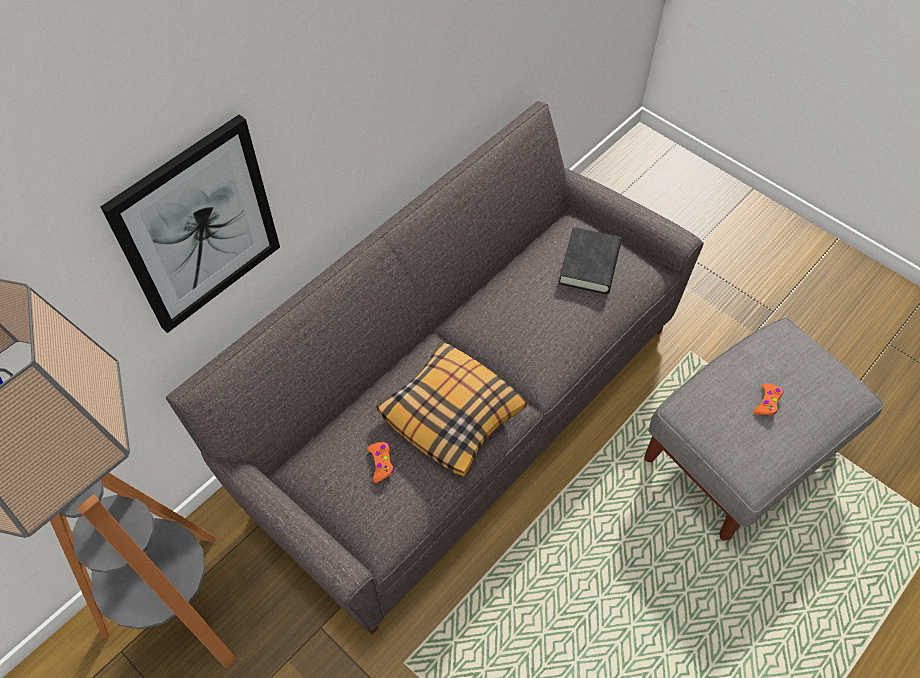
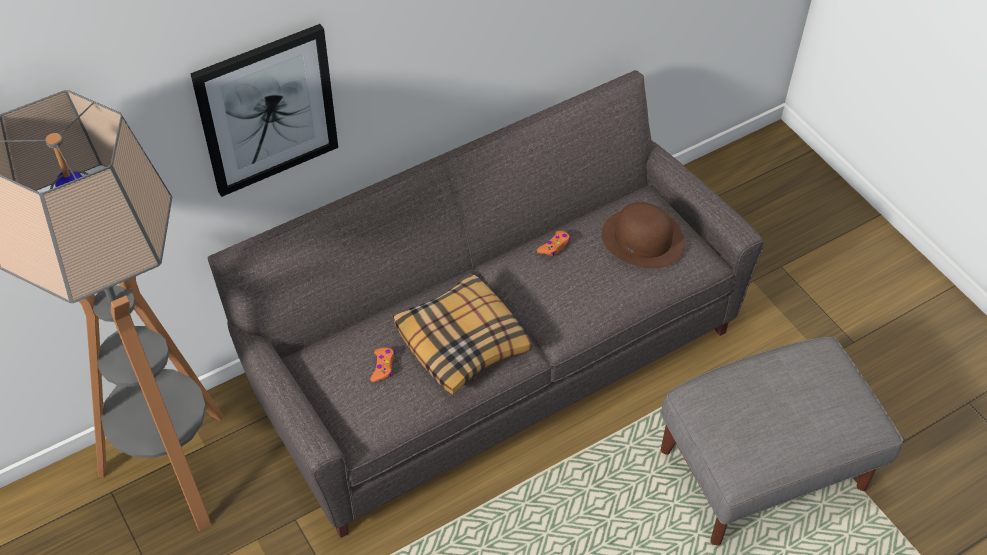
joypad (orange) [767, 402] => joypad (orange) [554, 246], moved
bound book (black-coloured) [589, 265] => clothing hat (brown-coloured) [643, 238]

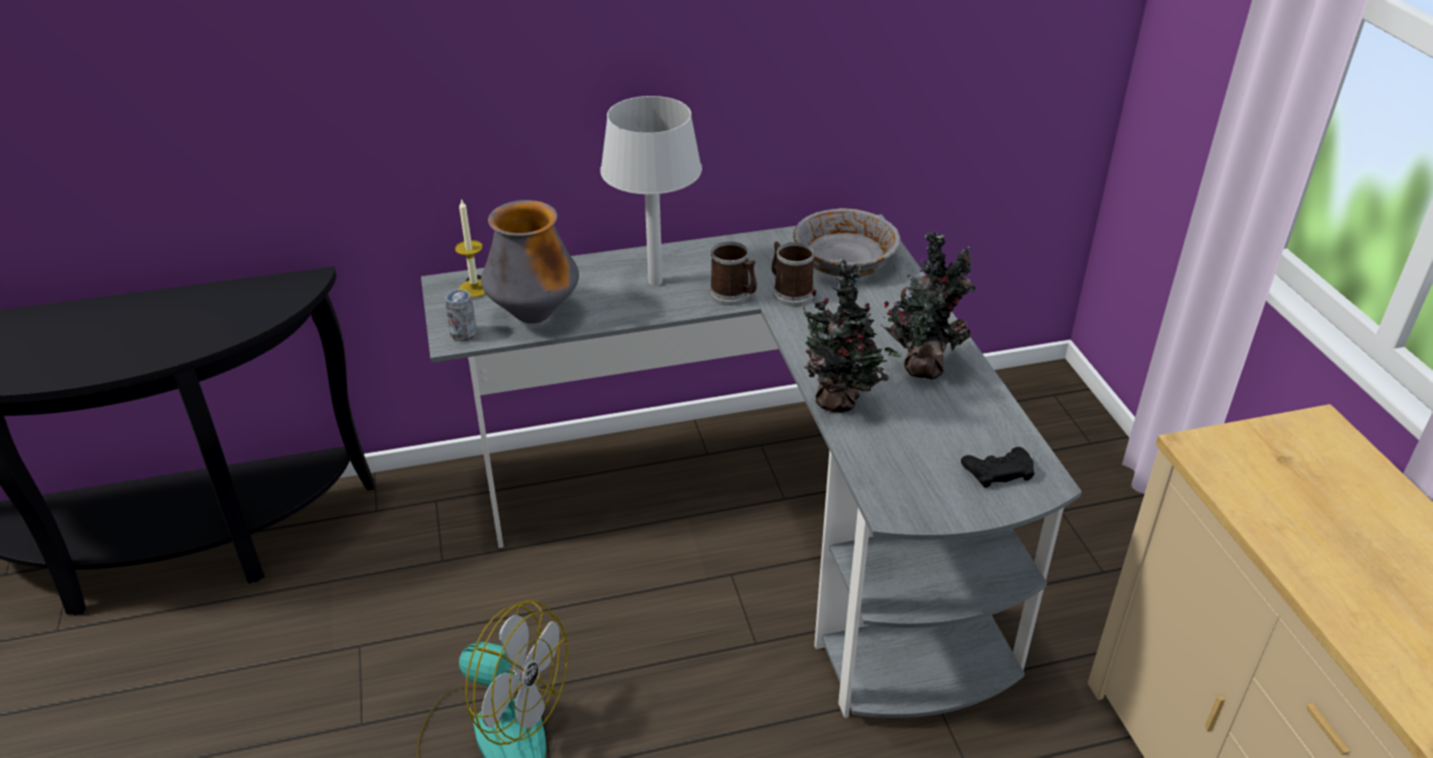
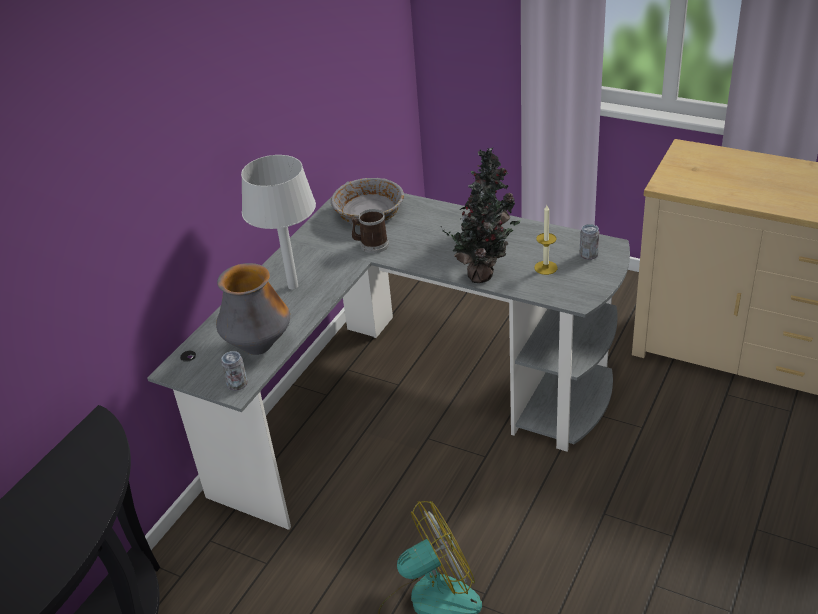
mug [733, 295] => nothing
wax light [474, 288] => wax light [545, 267], moved
joypad (black-coloured) [998, 471] => can [588, 255]

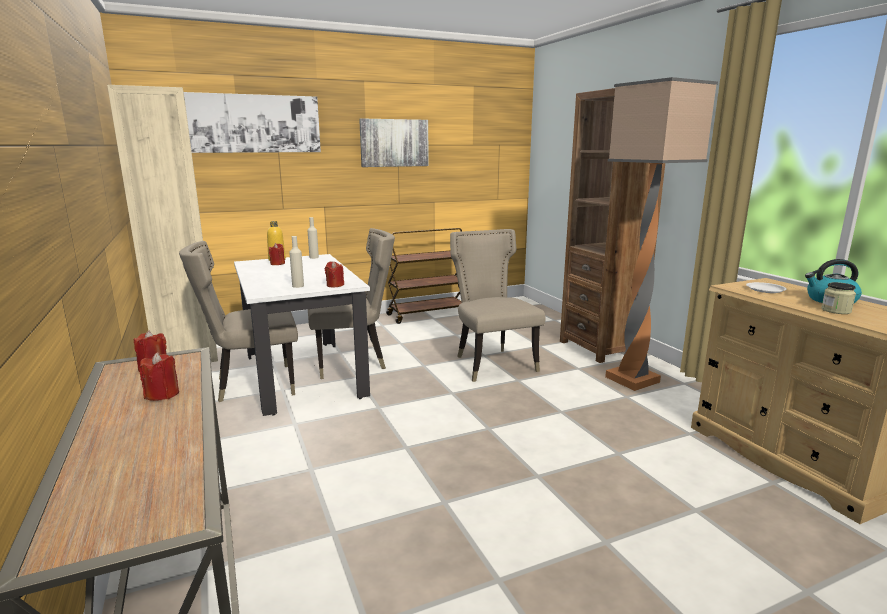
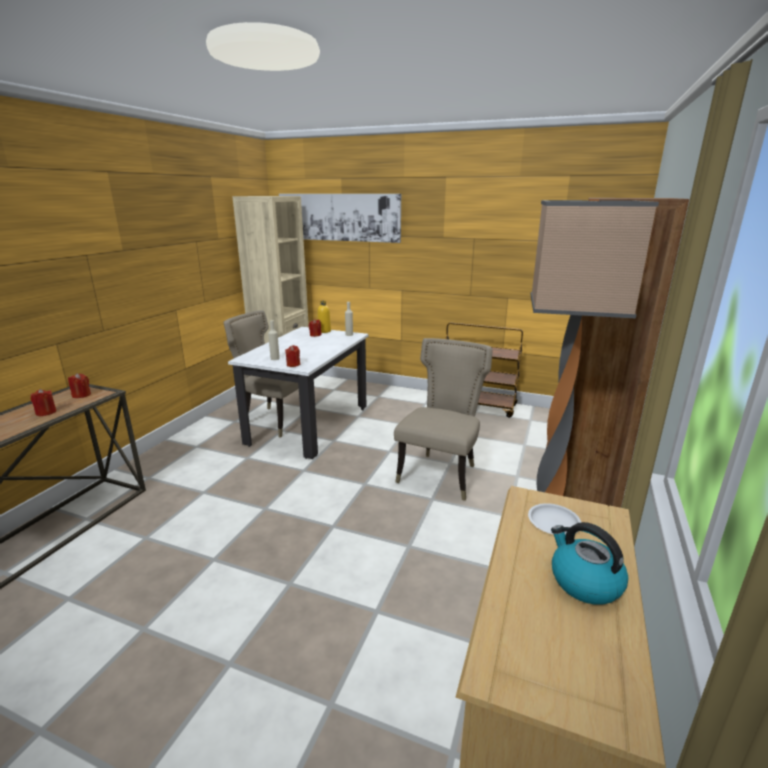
upright chair (beige-coloured) [353, 362] => nothing
picture [394, 143] => nothing
preserve jar [836, 310] => nothing

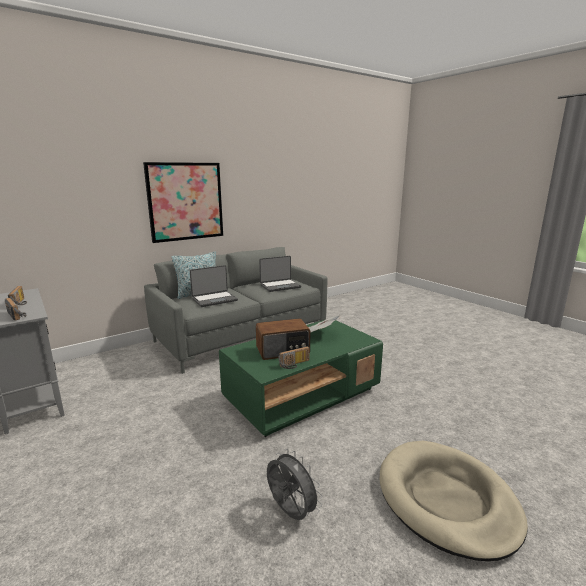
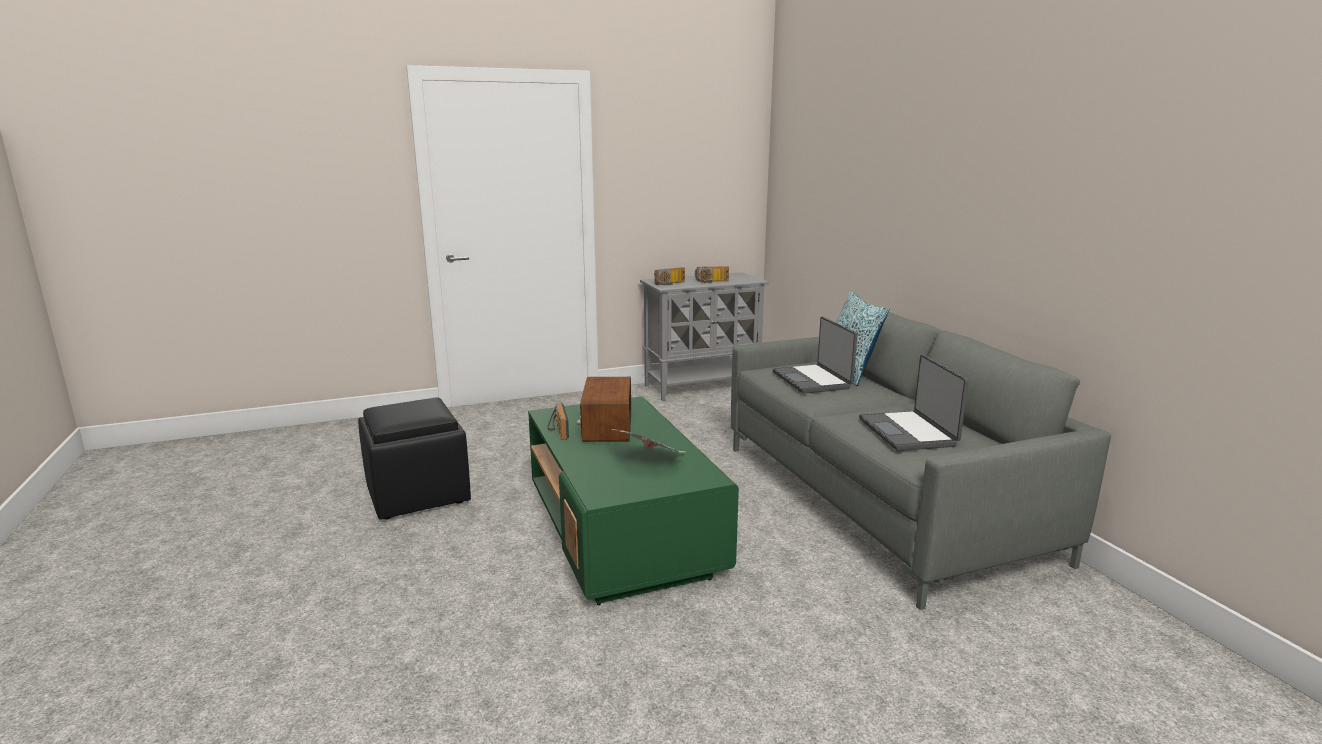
picture [185, 201] => nothing
dog bed (beige-coloured) [446, 500] => nothing
fan (grey) [290, 512] => ottoman (black-coloured) [418, 494]

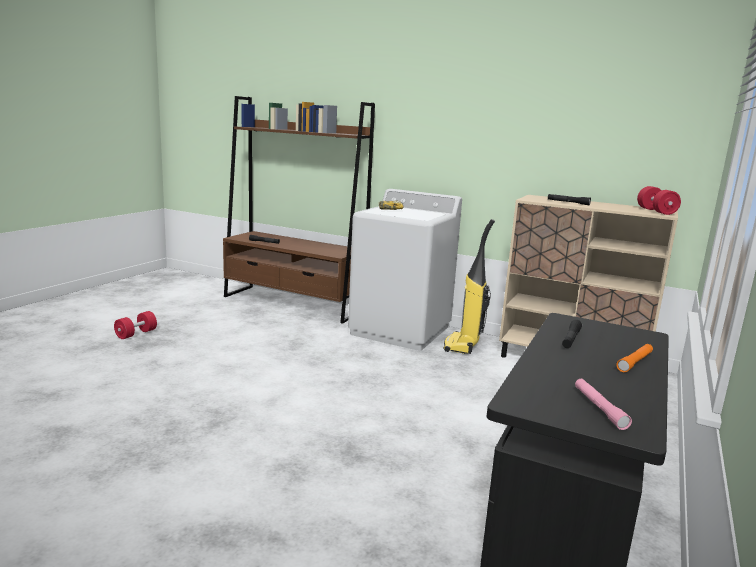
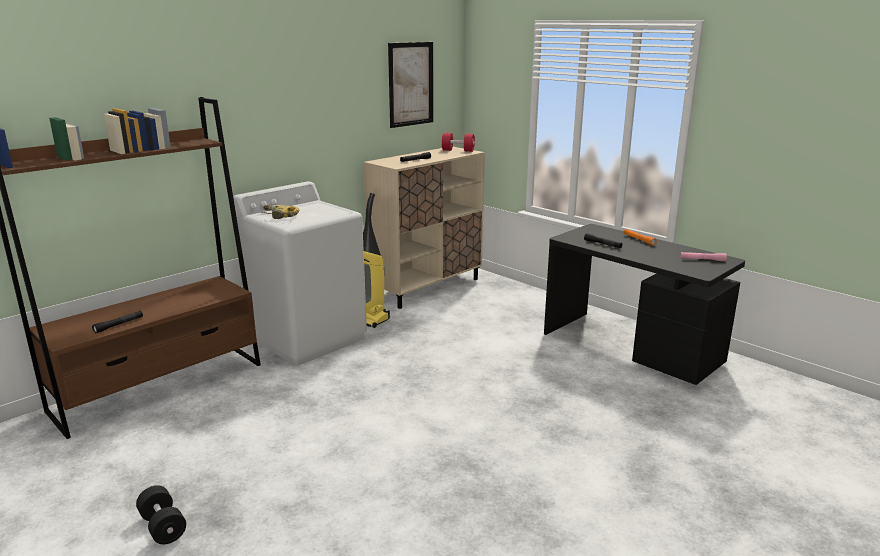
nothing => picture [411, 84]
free weight (reddish) [136, 334] => free weight (black-coloured) [163, 526]

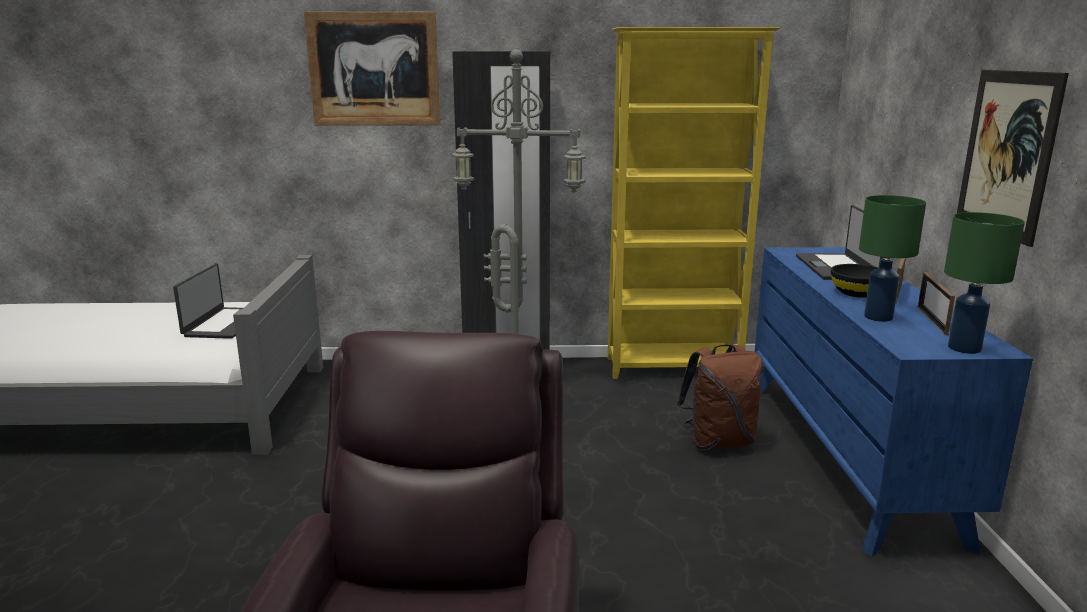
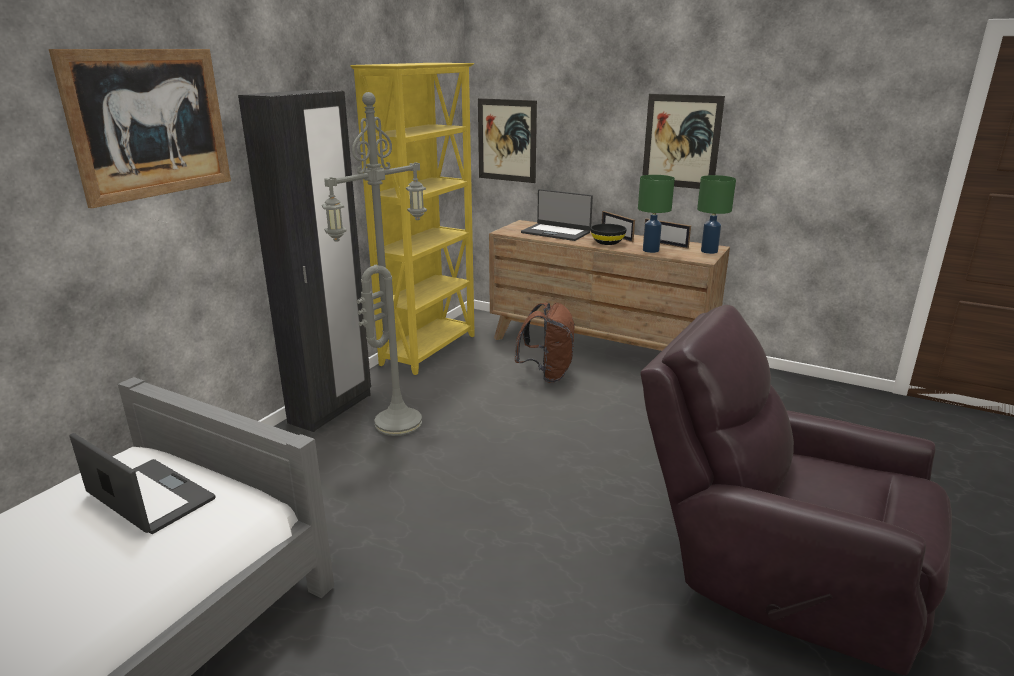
nothing => picture [507, 140]
chest of drawers (blue) [847, 455] => chest of drawers (brown-coloured) [599, 348]

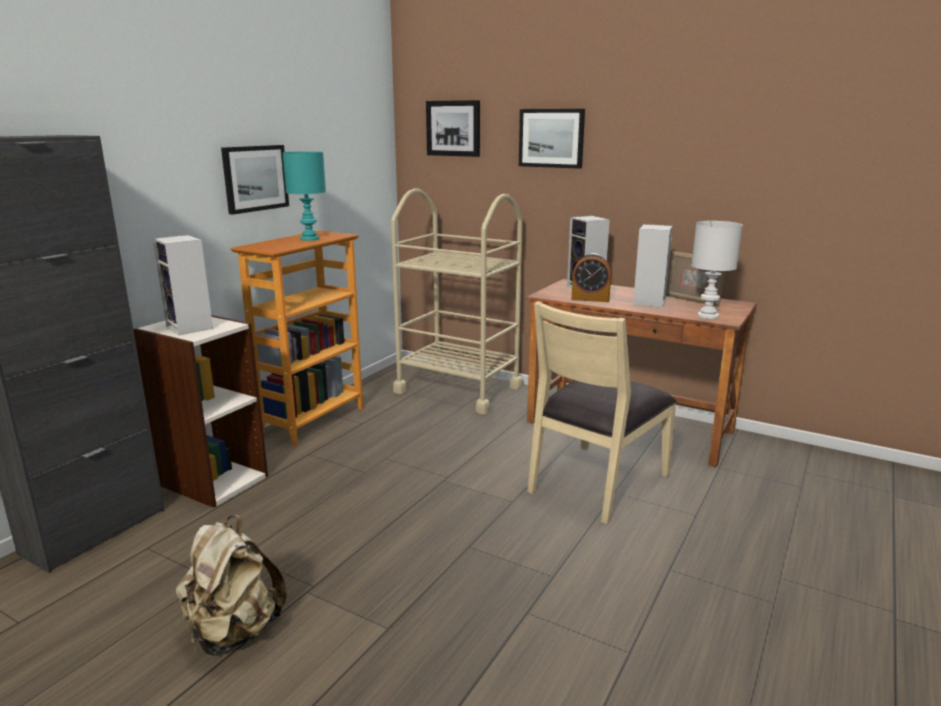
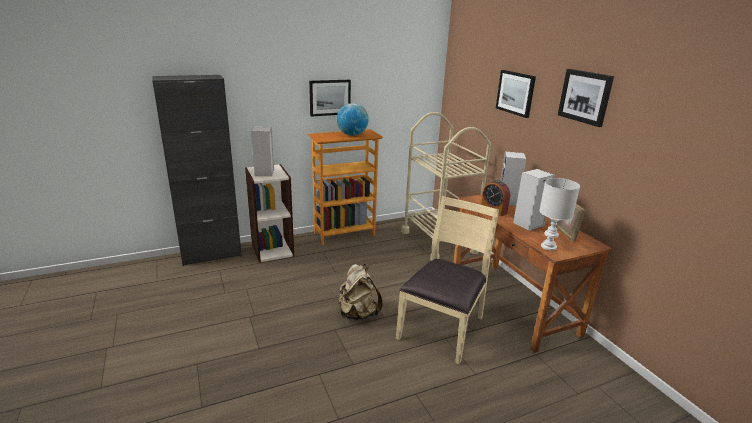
rucksack (beige-coloured) [234, 632] => rucksack (beige-coloured) [357, 314], moved
picture [453, 128] => picture [585, 97], moved
table lamp (blue-green) [309, 239] => desk globe [352, 135]
upright chair (beige-coloured) [596, 482] => upright chair (beige-coloured) [442, 328], 135 degrees clockwise

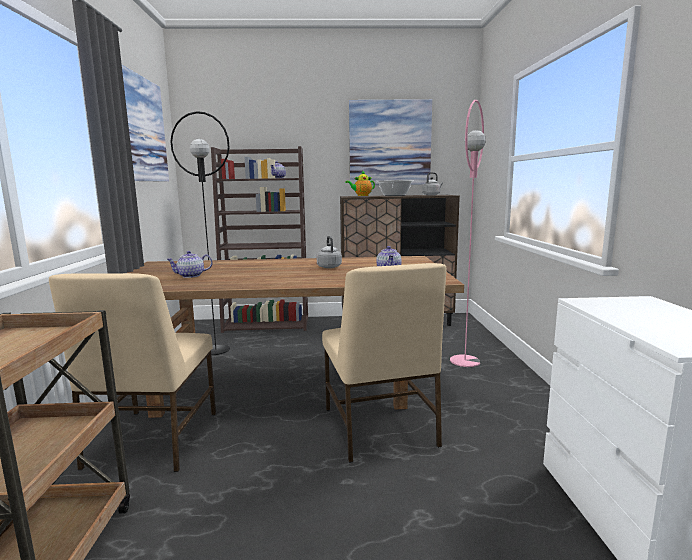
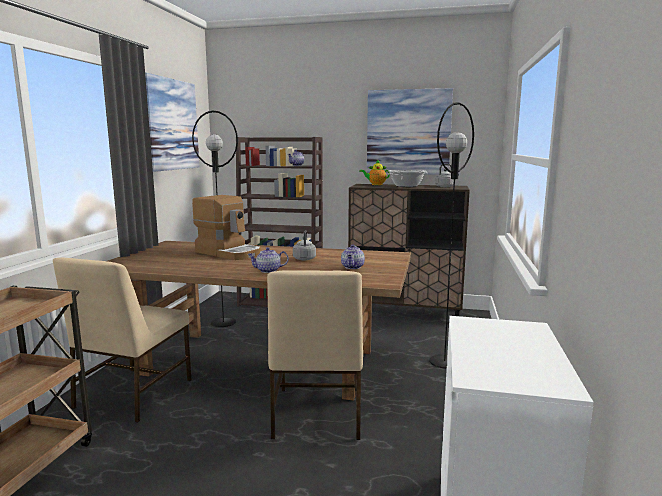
nothing => coffee brewer [229, 253]
teapot [190, 276] => teapot [268, 270], moved
standing lamp (pinkish) [465, 361] => standing lamp (black-coloured) [444, 362]

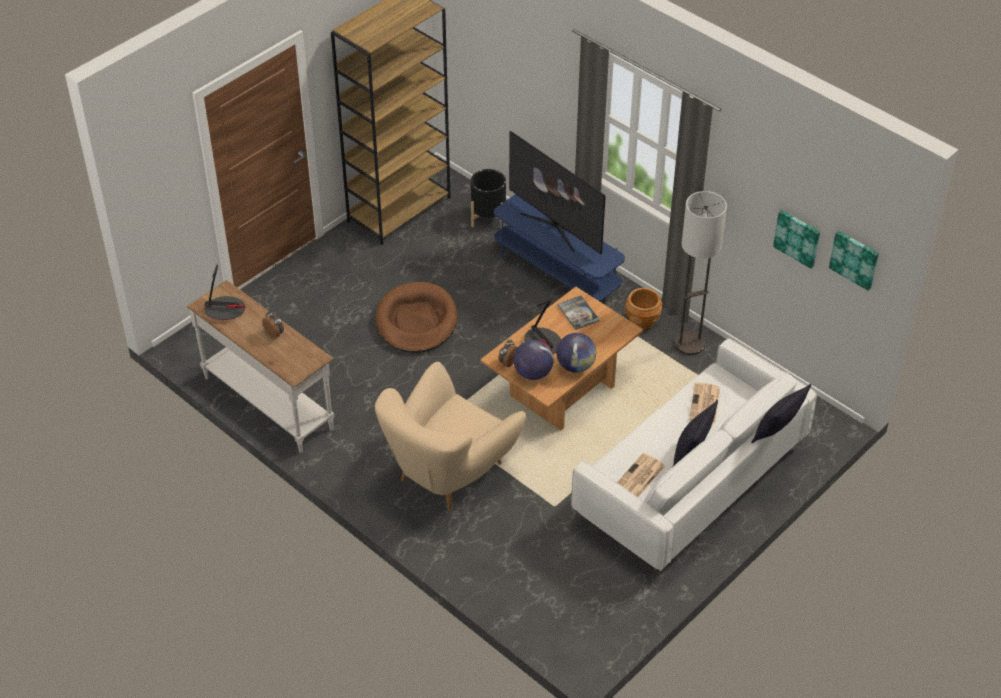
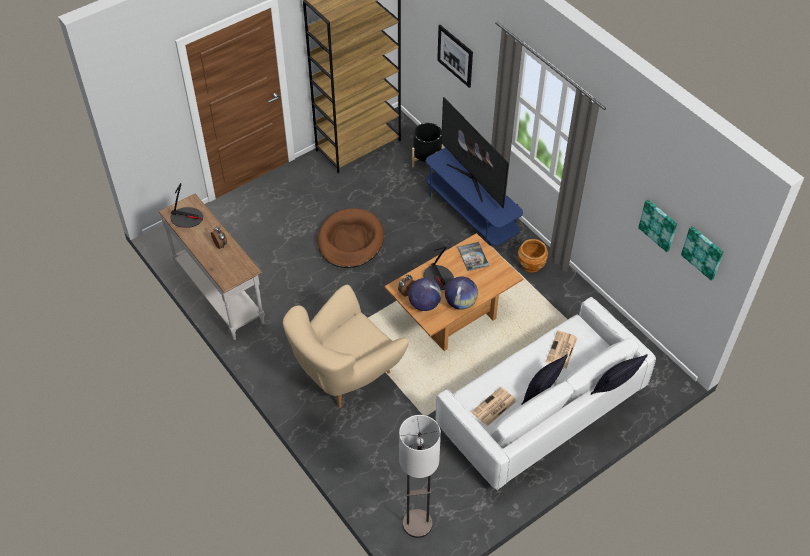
nothing => picture [455, 55]
standing lamp [689, 343] => standing lamp [417, 523], moved

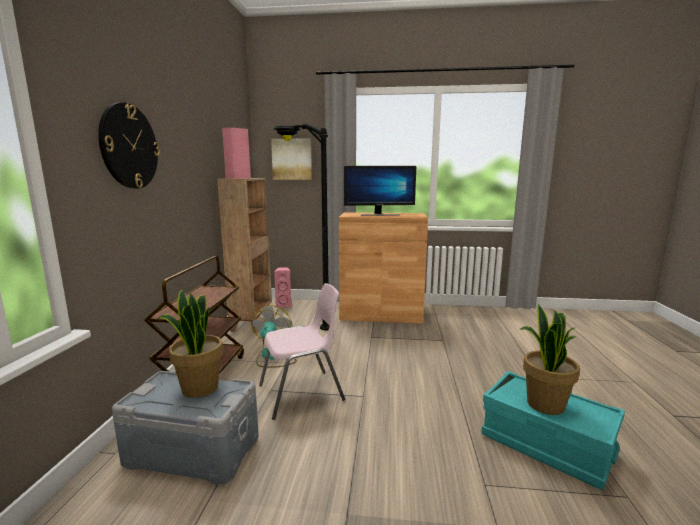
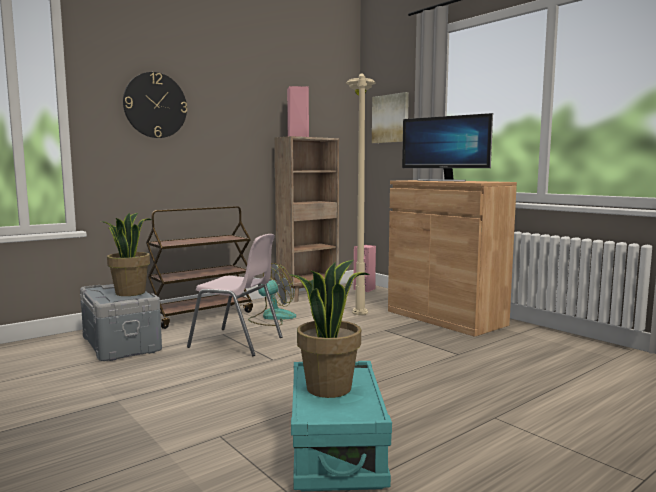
standing lamp (black-coloured) [302, 317] => standing lamp (beige-coloured) [359, 301]

